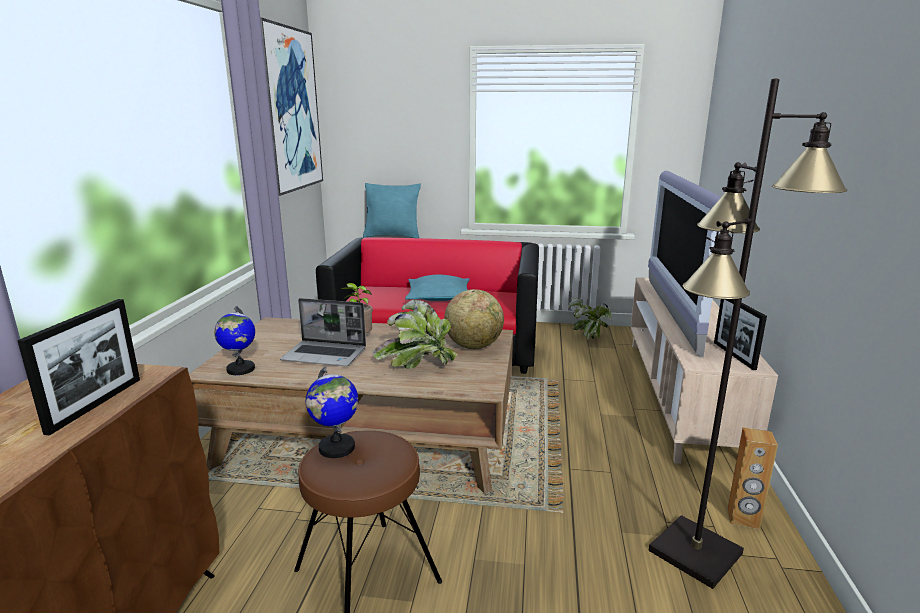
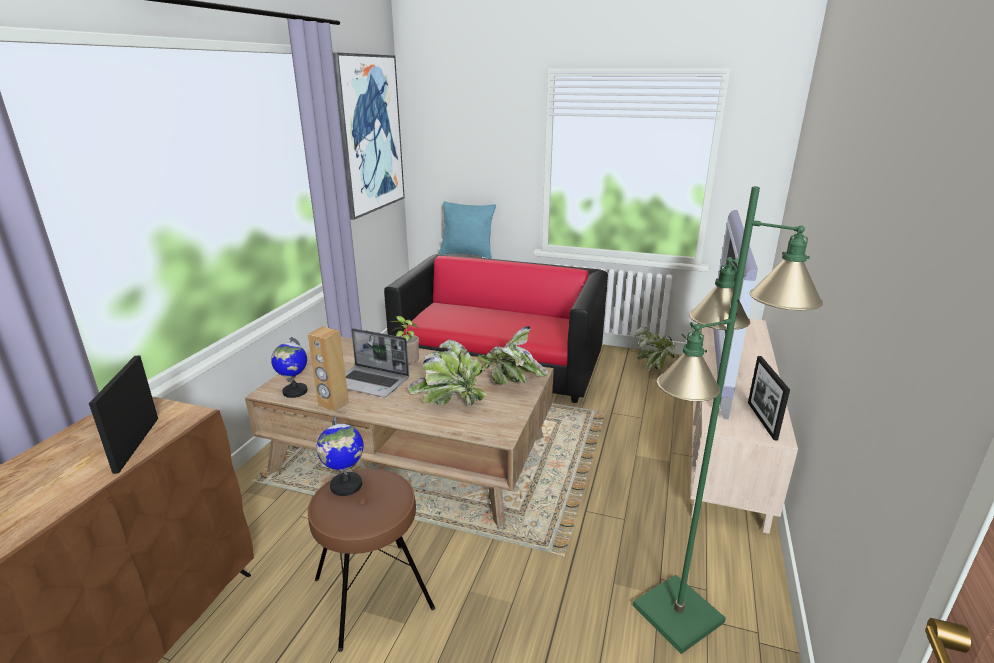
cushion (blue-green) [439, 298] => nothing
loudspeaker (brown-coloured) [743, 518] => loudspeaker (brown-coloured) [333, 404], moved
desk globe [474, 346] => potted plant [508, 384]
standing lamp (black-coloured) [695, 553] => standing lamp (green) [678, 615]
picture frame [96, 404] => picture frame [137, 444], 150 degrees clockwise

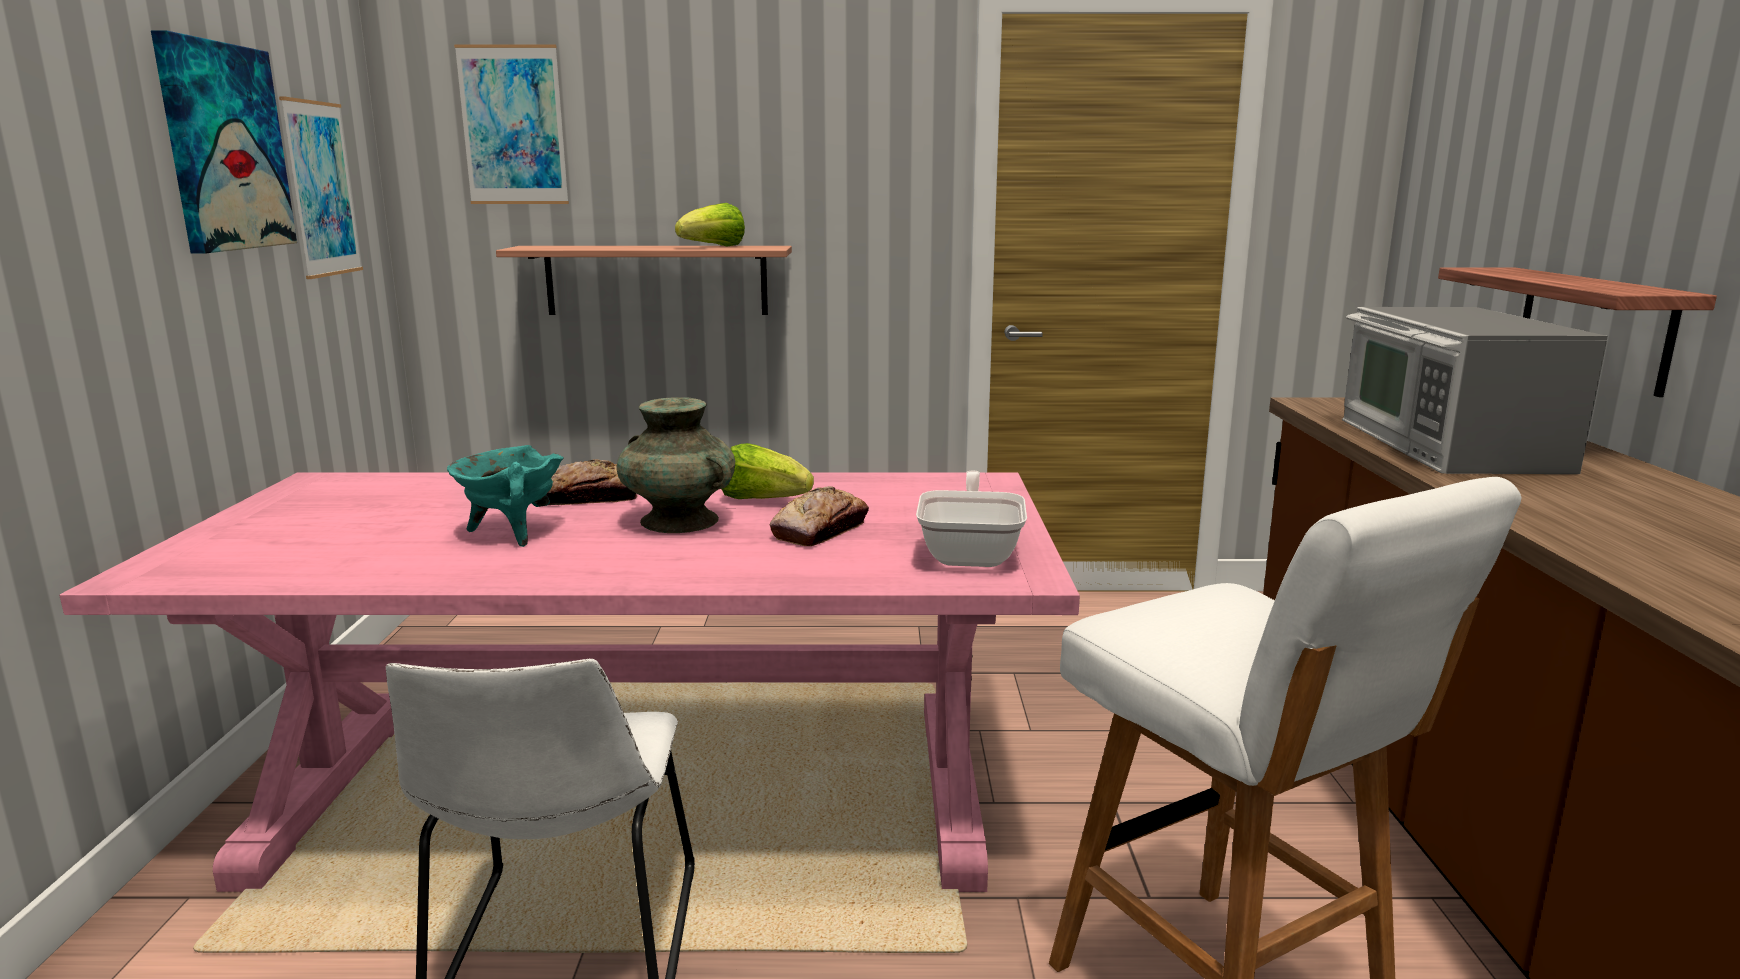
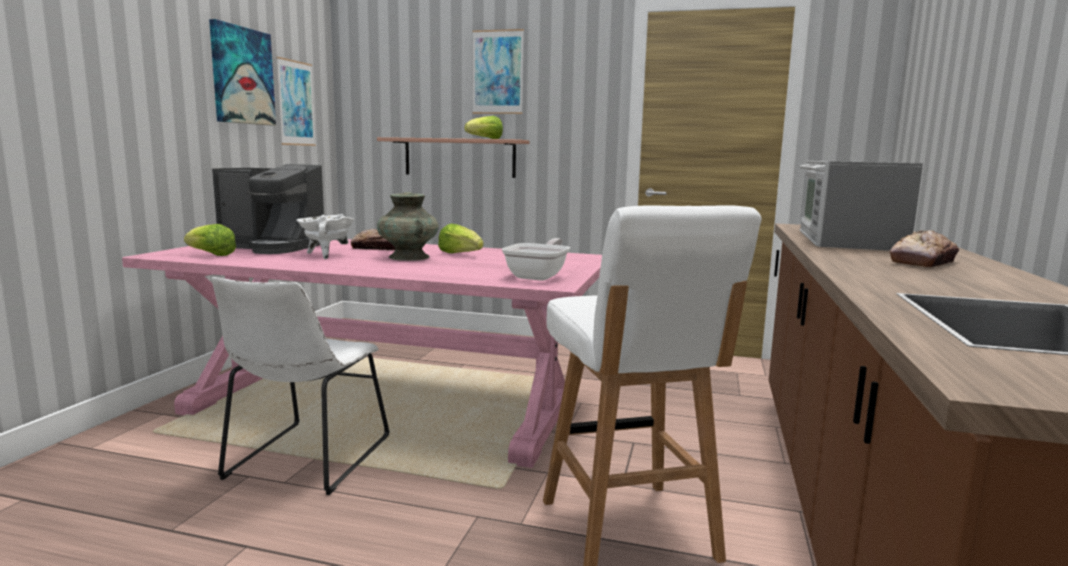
bracket shelf [1592, 328] => nothing
nothing => lettuce head [211, 255]
nothing => coffee brewer [273, 247]
picture [513, 126] => picture [497, 72], moved
bakery bread [820, 530] => bakery bread [923, 262], moved
stockpot (blue-green) [511, 533] => stockpot (white) [326, 255]

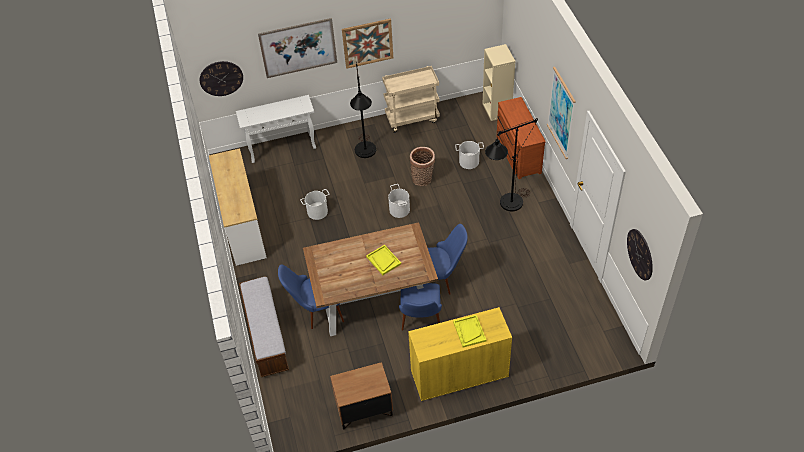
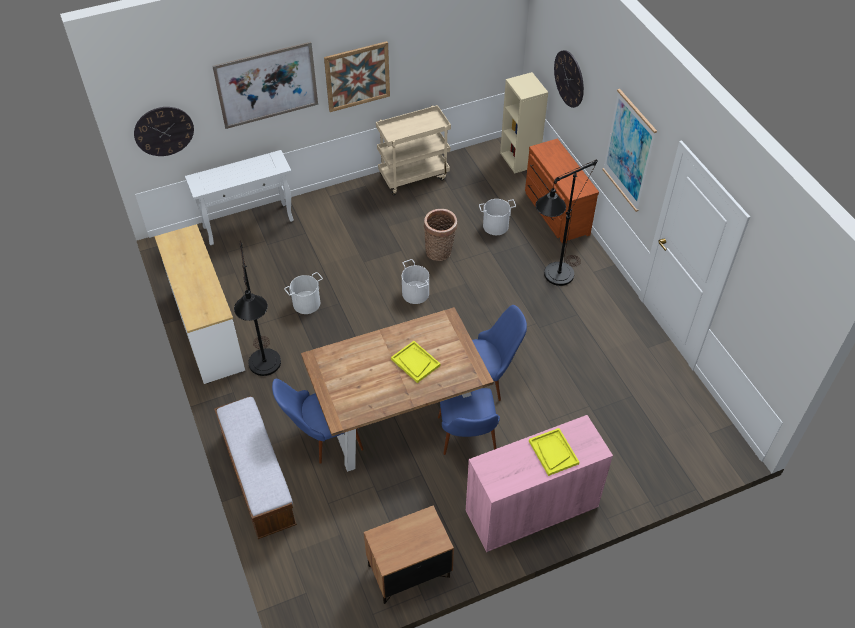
standing lamp (black-coloured) [366, 155] => standing lamp (black-coloured) [266, 370], moved
hanging clock [640, 254] => hanging clock [569, 78], moved
cupboard (yellow) [459, 374] => cupboard (pinkish) [531, 509]

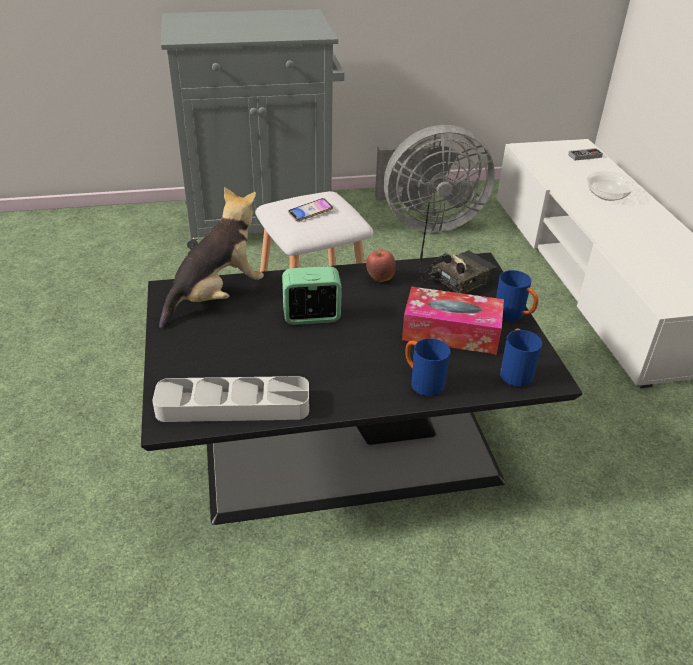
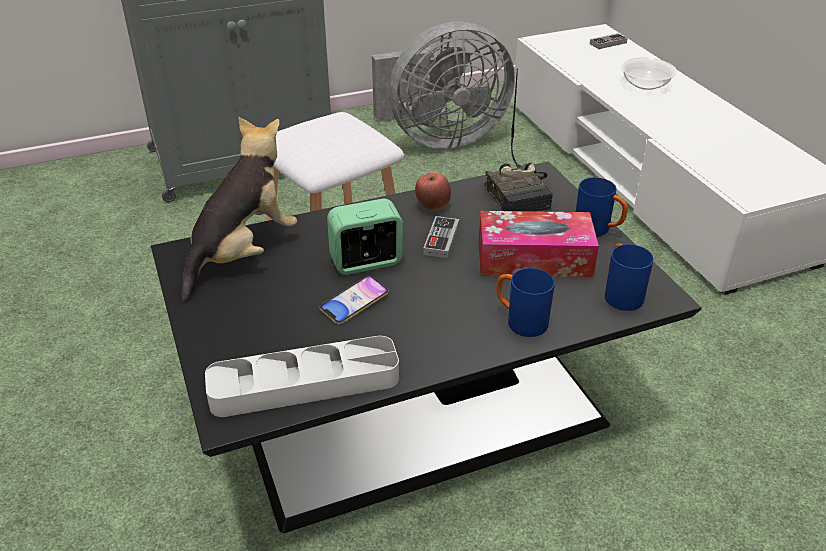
nothing => joypad [441, 240]
handset [310, 212] => handset [354, 303], moved
radio set [457, 279] => radio set [520, 196], 120 degrees clockwise

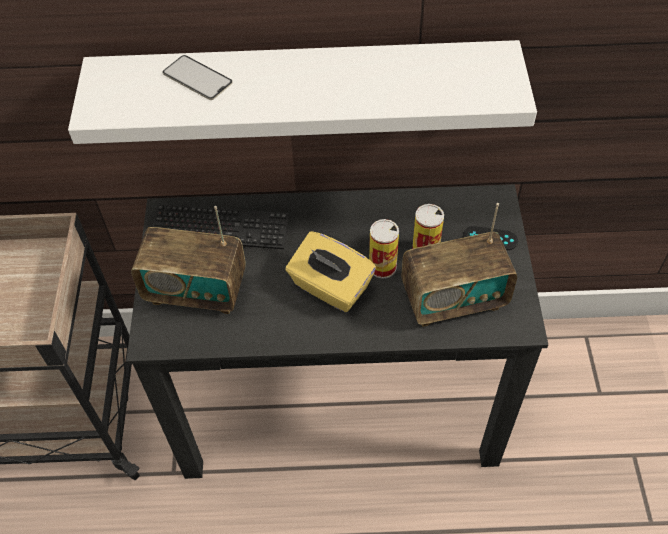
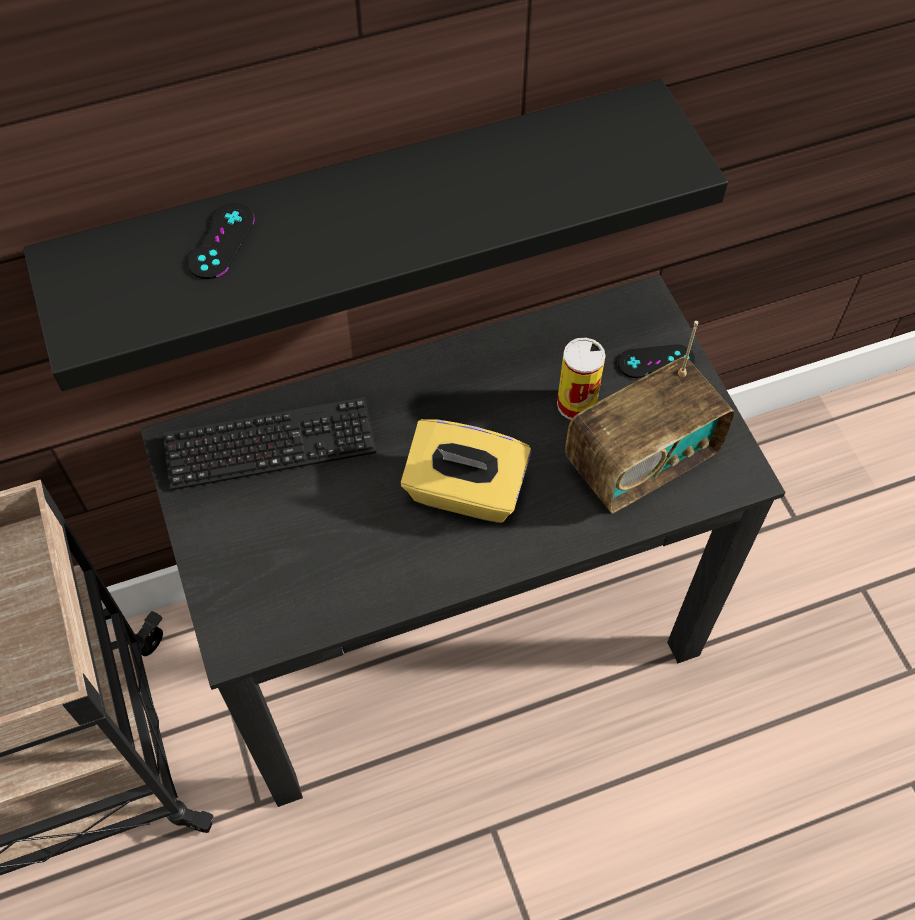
radio set [196, 291] => nothing
can [382, 267] => nothing
handset [197, 78] => joypad (black-coloured) [221, 241]
bracket shelf (white) [304, 88] => bracket shelf (black-coloured) [363, 213]

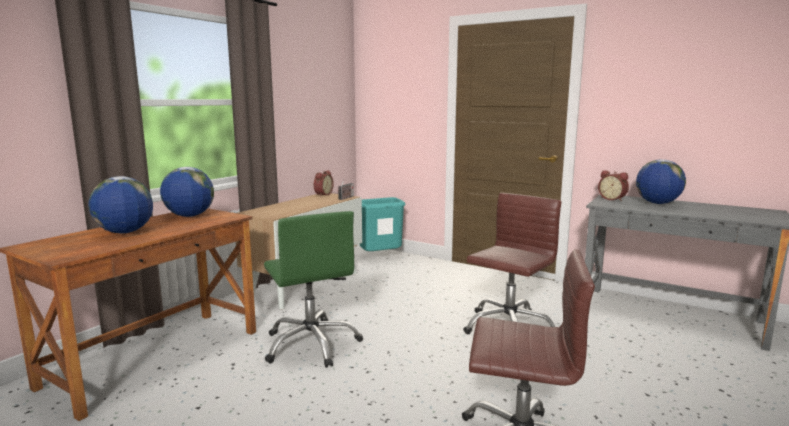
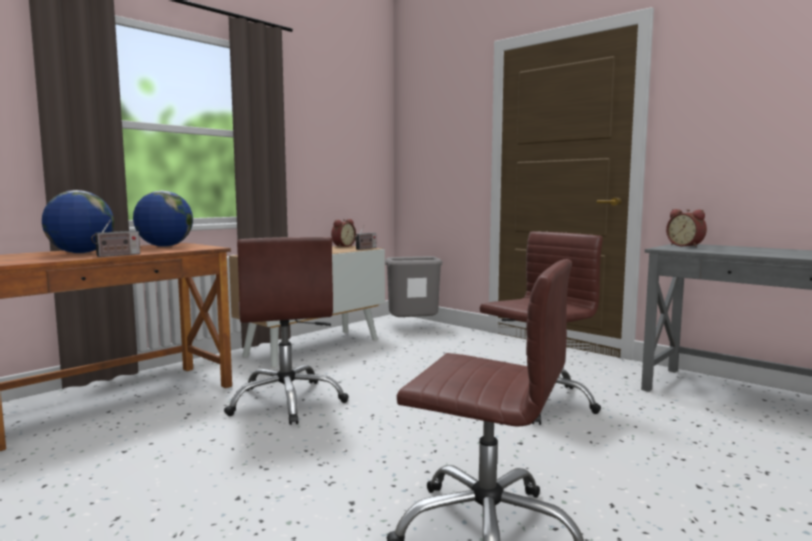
desk globe [657, 203] => nothing
nothing => radio set [116, 255]
desk chair (green) [312, 344] => desk chair (brown-coloured) [287, 401]
trash can (blue-green) [380, 258] => trash can (grey) [413, 327]

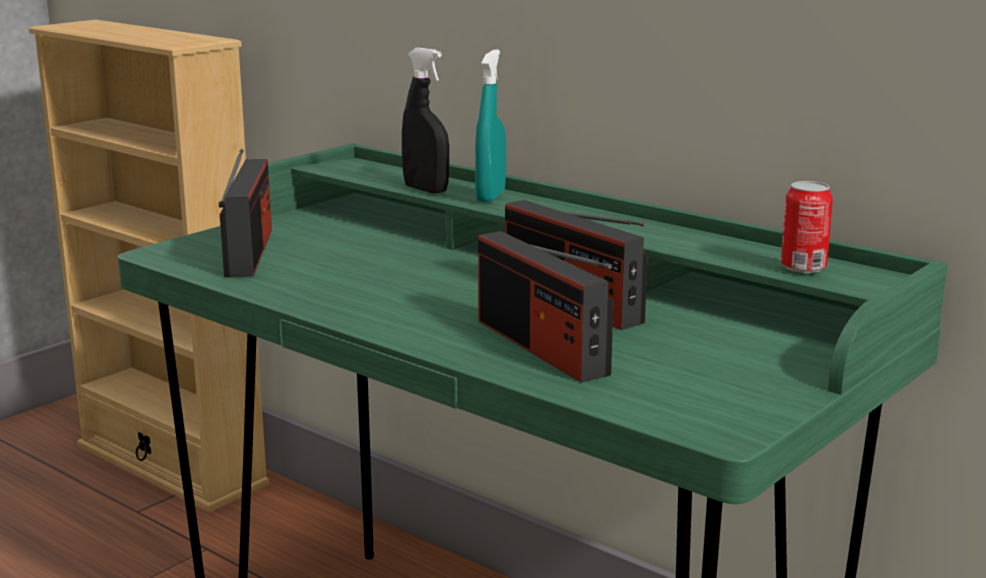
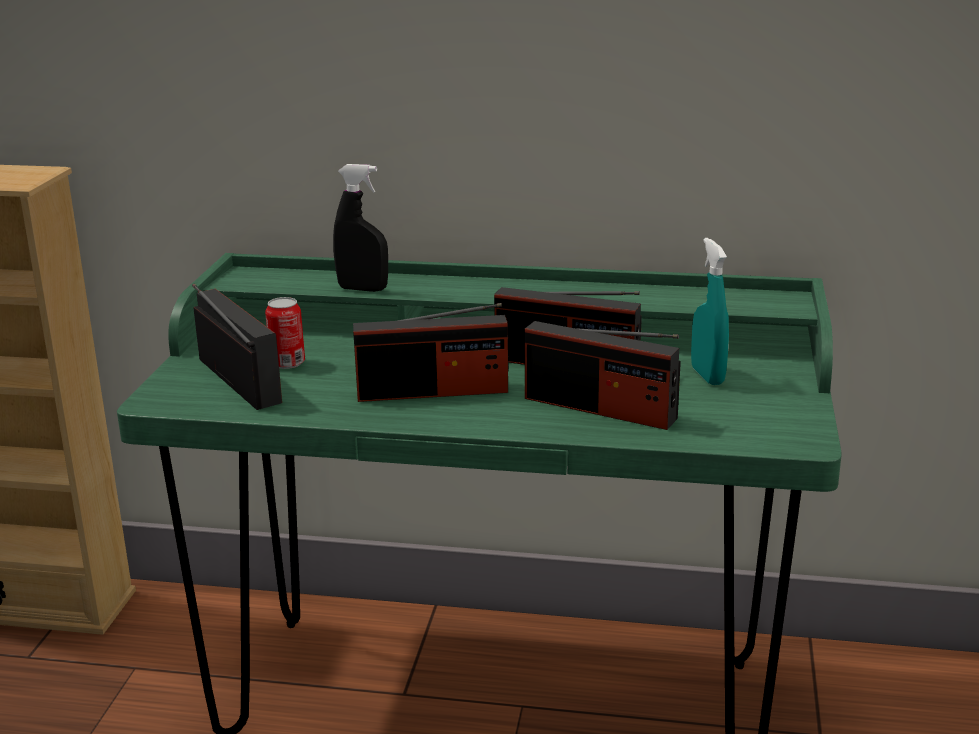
nothing => radio set [433, 391]
sprayer (blue-green) [490, 196] => sprayer (blue-green) [707, 376], moved
can [803, 267] => can [287, 363], moved

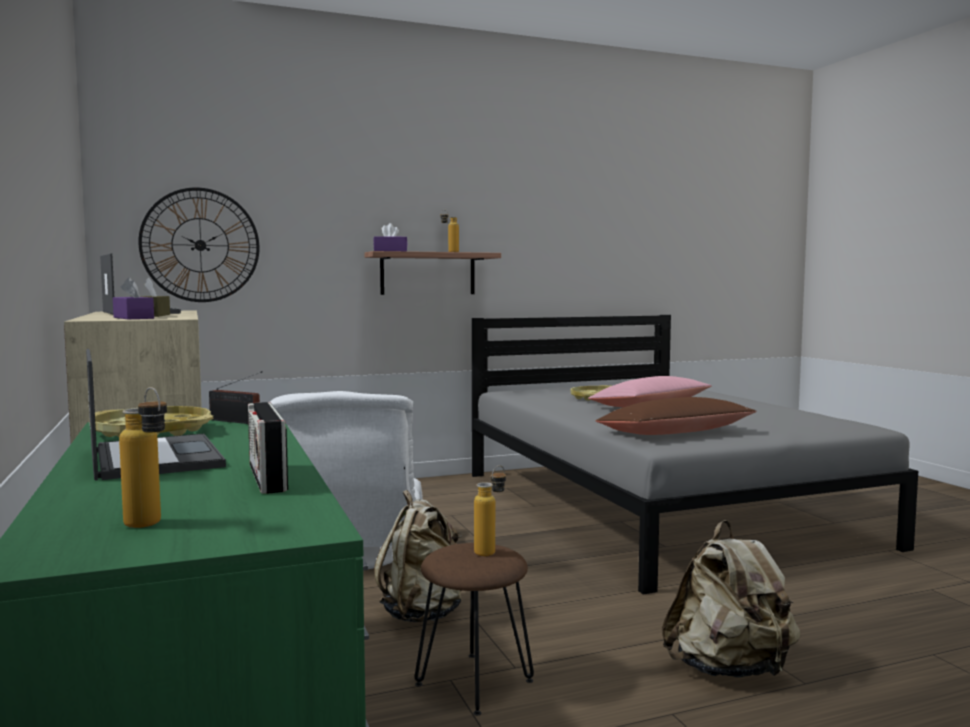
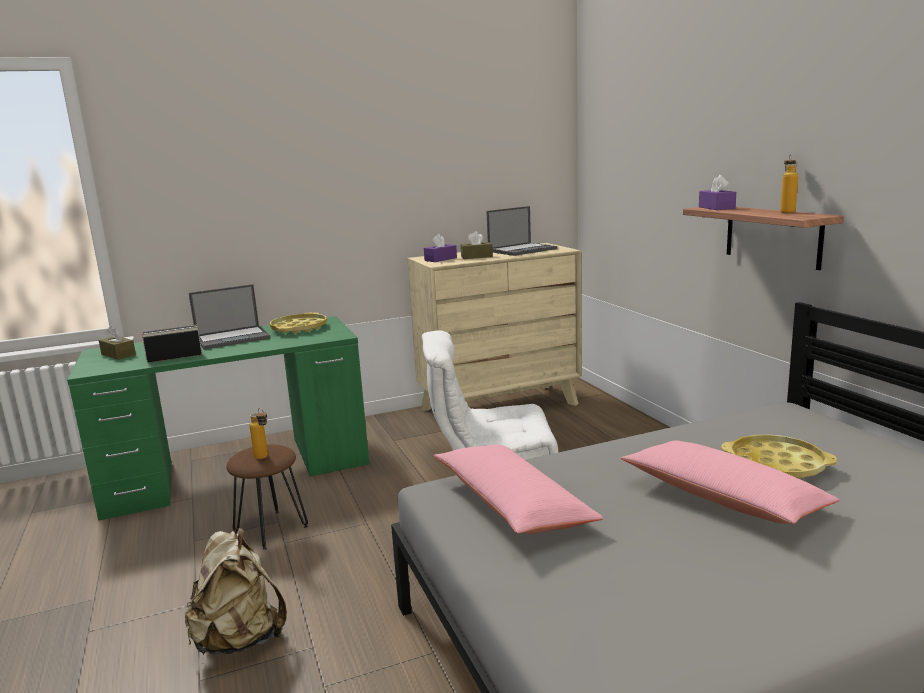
hanging clock [200, 245] => nothing
radio set [237, 421] => nothing
rucksack (beige-coloured) [424, 613] => nothing
drink bottle [149, 526] => tissue holder (brown-coloured) [118, 354]
cushion (brown-coloured) [675, 433] => cushion (pinkish) [512, 504]

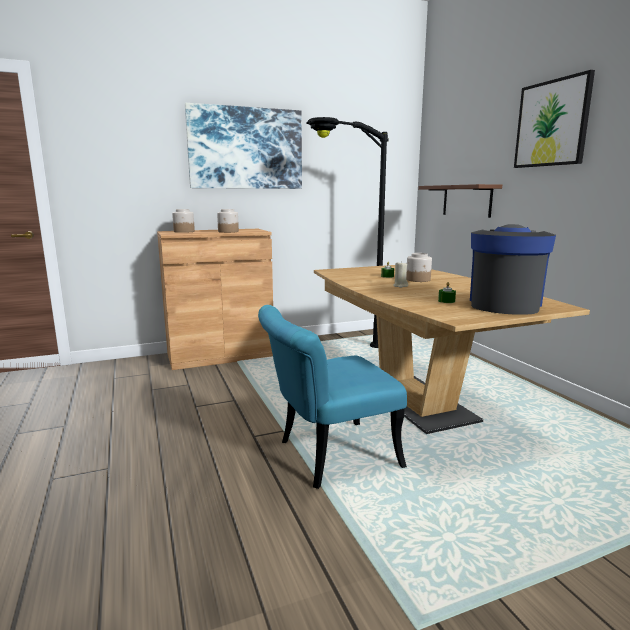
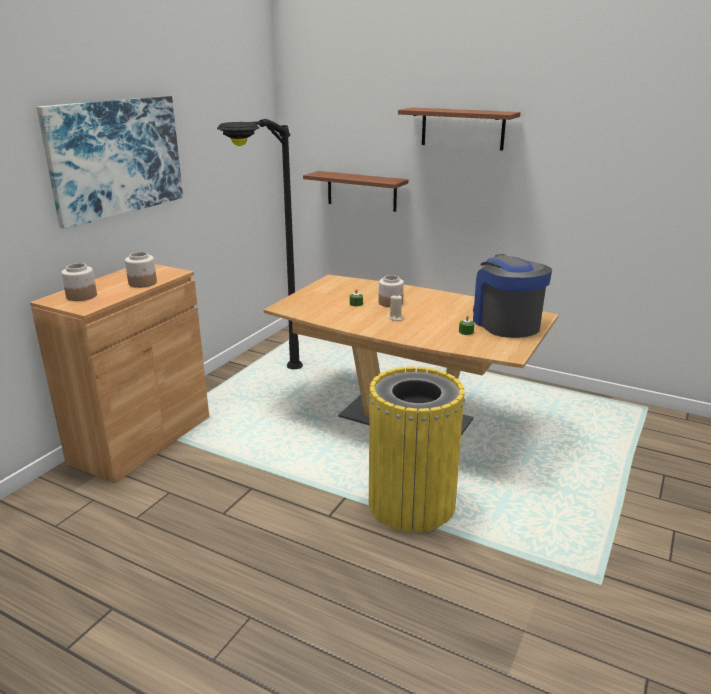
upright chair (blue-green) [327, 456] => trash can (yellow) [411, 503]
picture [552, 123] => bracket shelf (brown-coloured) [462, 128]

